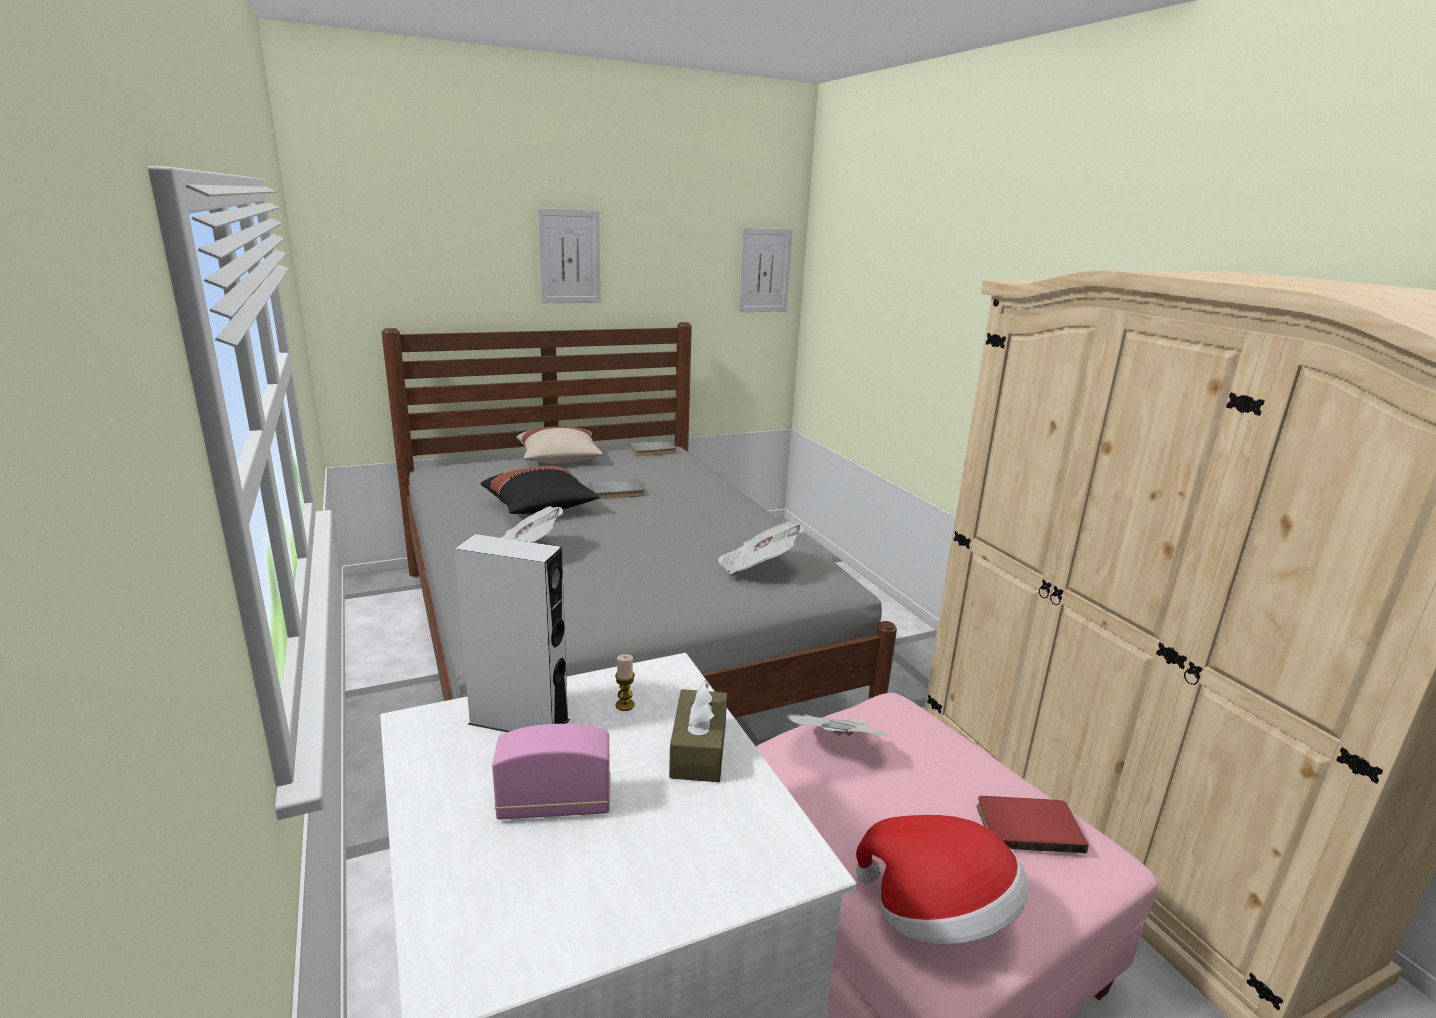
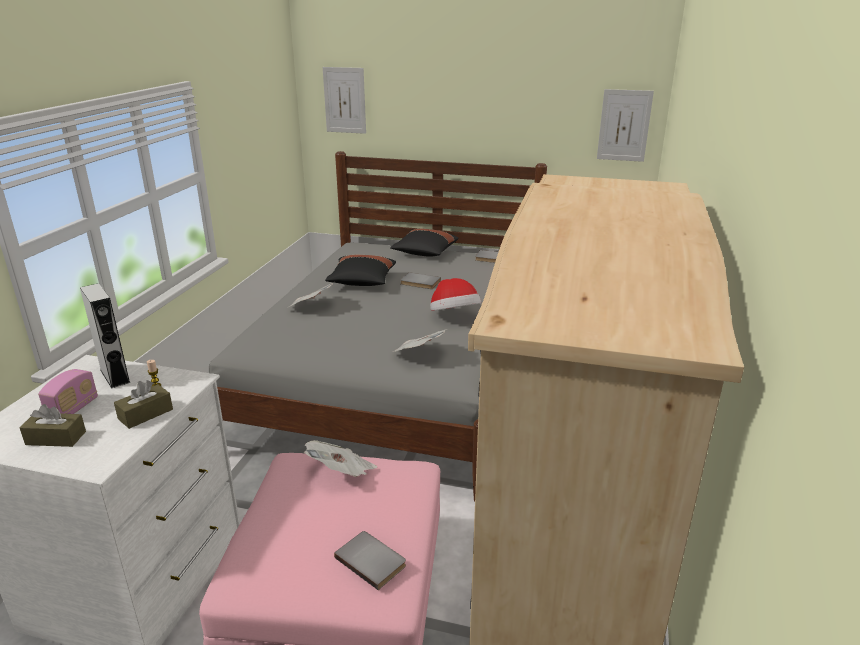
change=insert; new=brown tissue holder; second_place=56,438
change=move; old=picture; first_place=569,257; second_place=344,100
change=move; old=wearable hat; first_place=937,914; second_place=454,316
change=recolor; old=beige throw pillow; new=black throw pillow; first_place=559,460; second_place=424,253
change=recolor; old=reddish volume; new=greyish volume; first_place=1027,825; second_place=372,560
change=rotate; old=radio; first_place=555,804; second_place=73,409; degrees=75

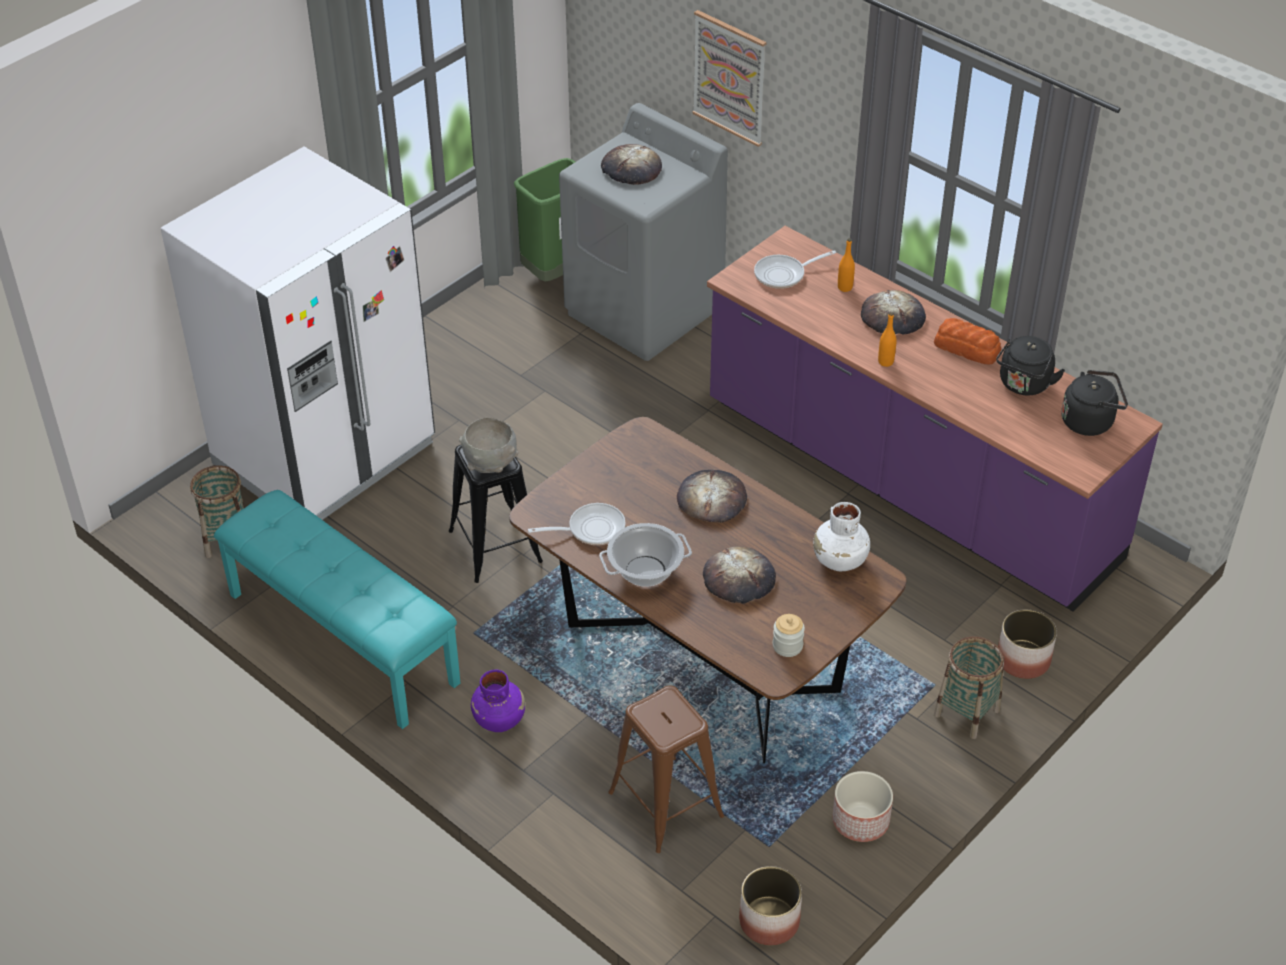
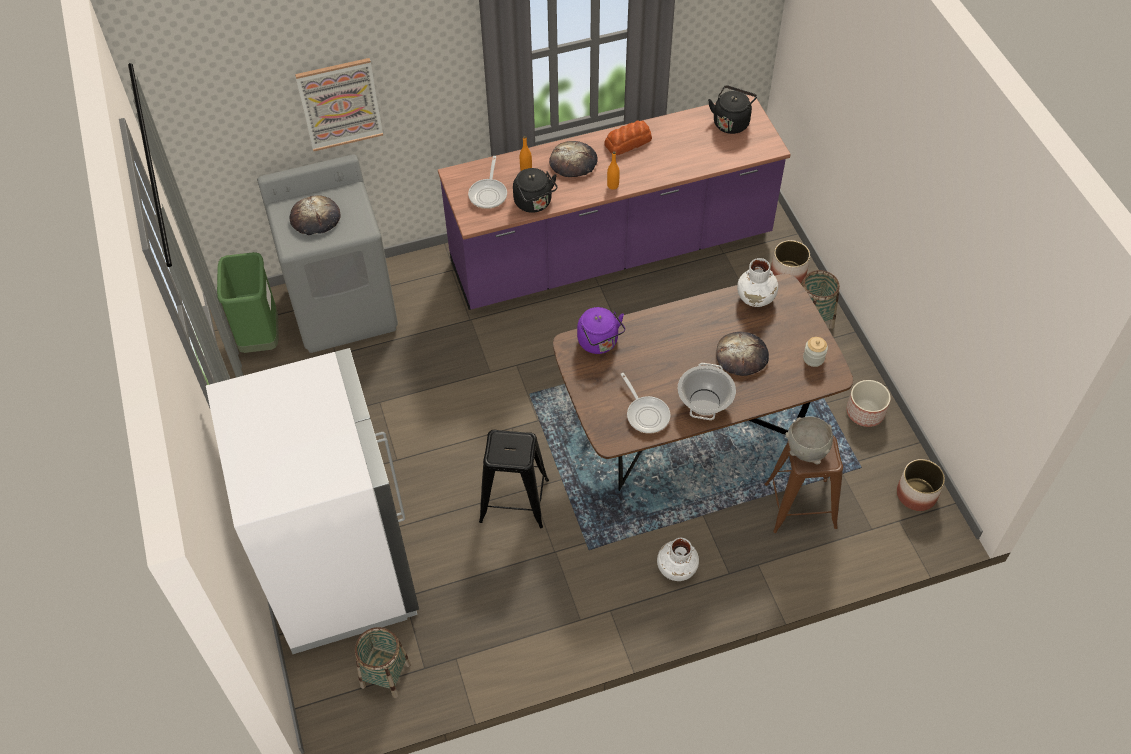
change=delete; old=turquoise-coloured bench; first_place=341,639
change=delete; old=bakery bread; first_place=712,499
change=insert; new=purplish water kettle; second_place=599,343
change=move; old=greyish deep dish; first_place=491,464; second_place=806,451
change=move; old=black water kettle; first_place=1023,385; second_place=534,203
change=recolor; old=purplish decorative vase; new=white-coloured decorative vase; first_place=499,719; second_place=676,568
change=rotate; old=frying pan; first_place=591,529; second_place=646,414; degrees=135

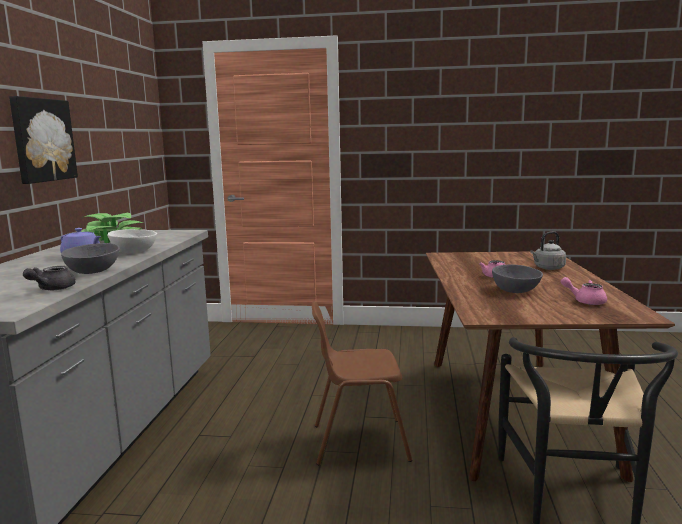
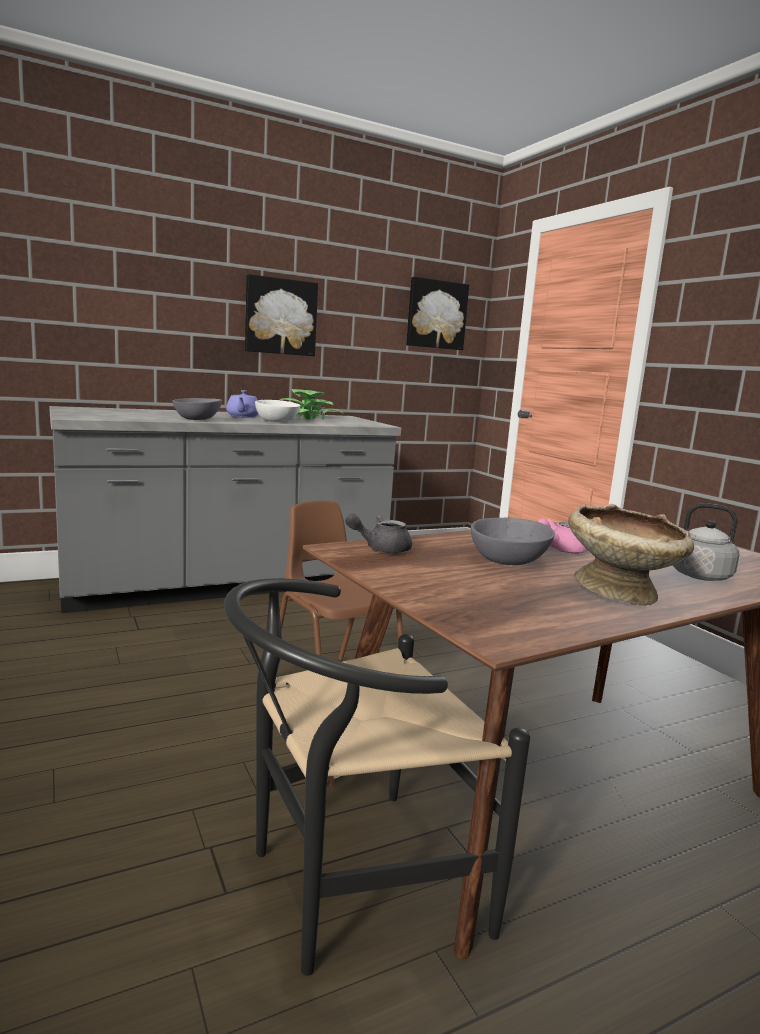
change=delete; old=pink pot for tea; first_place=585,301
change=insert; new=picture; second_place=436,314
change=insert; new=beige deep dish; second_place=620,592
change=move; old=greyish pot for tea; first_place=51,289; second_place=381,548

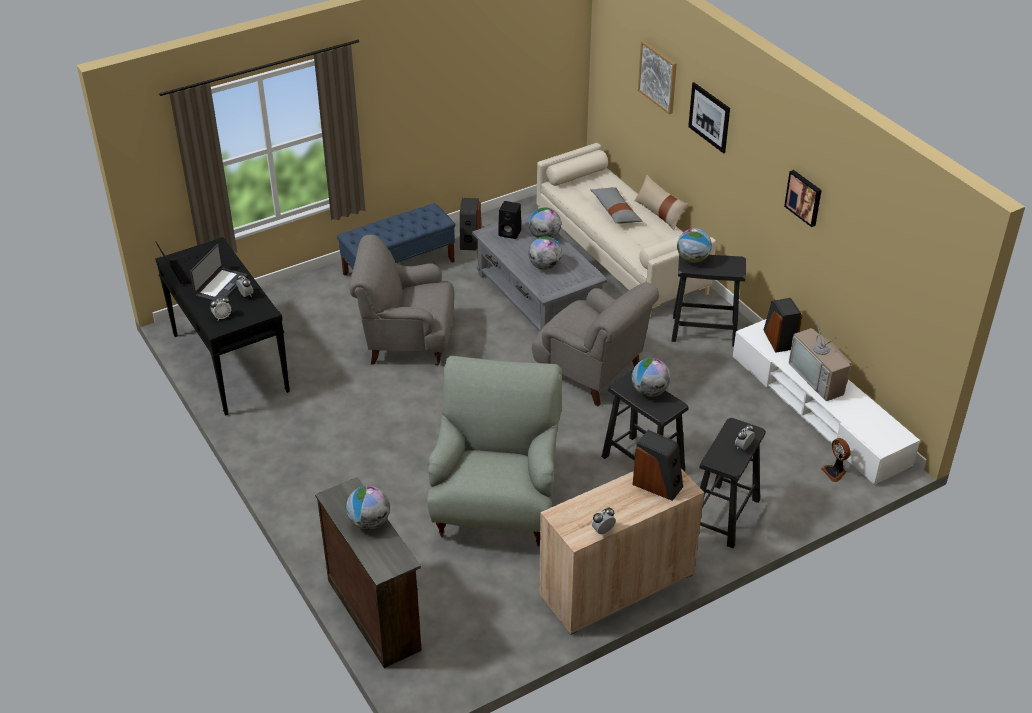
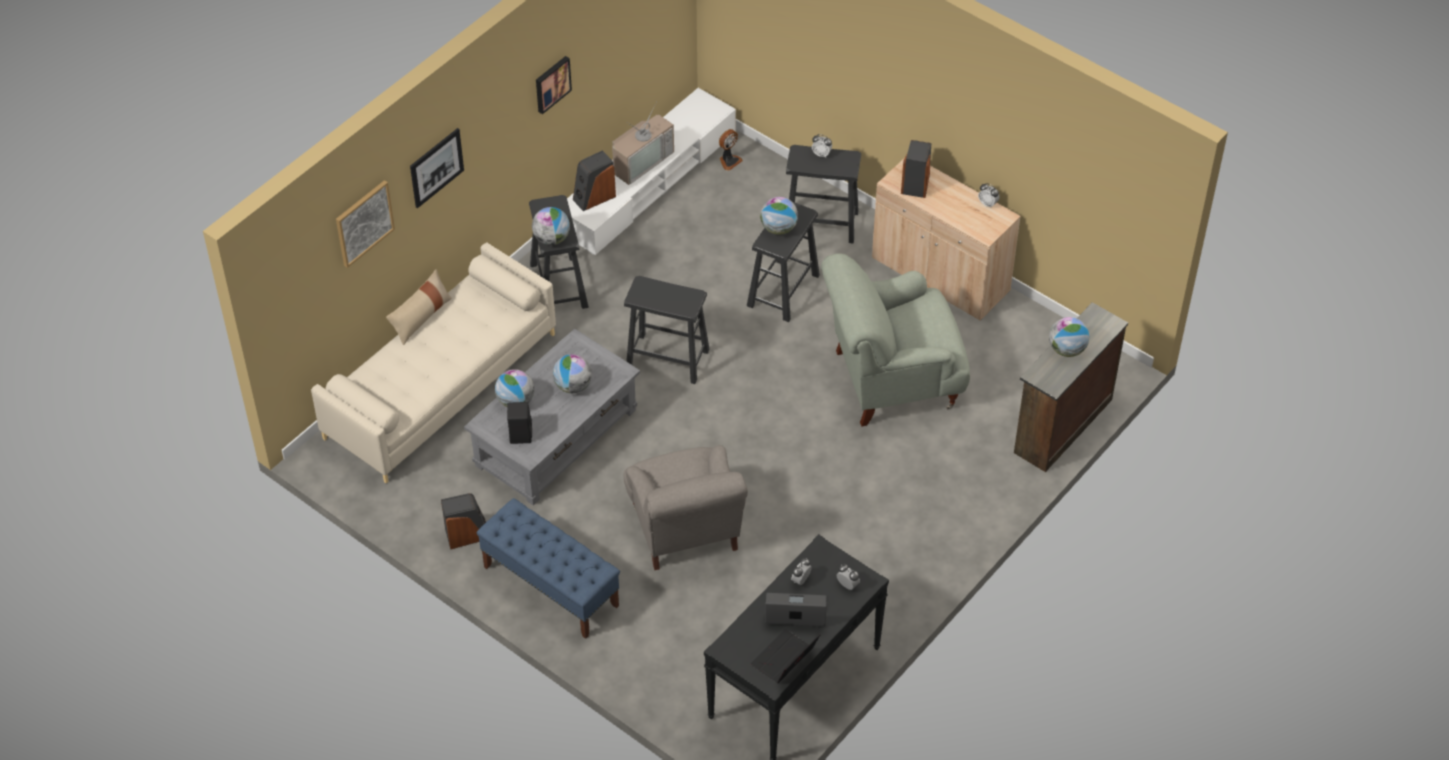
change=delete; old=greyish throw pillow; first_place=615,211
change=replace; old=greyish easy chair; new=black stool seat; first_place=592,373; second_place=668,358

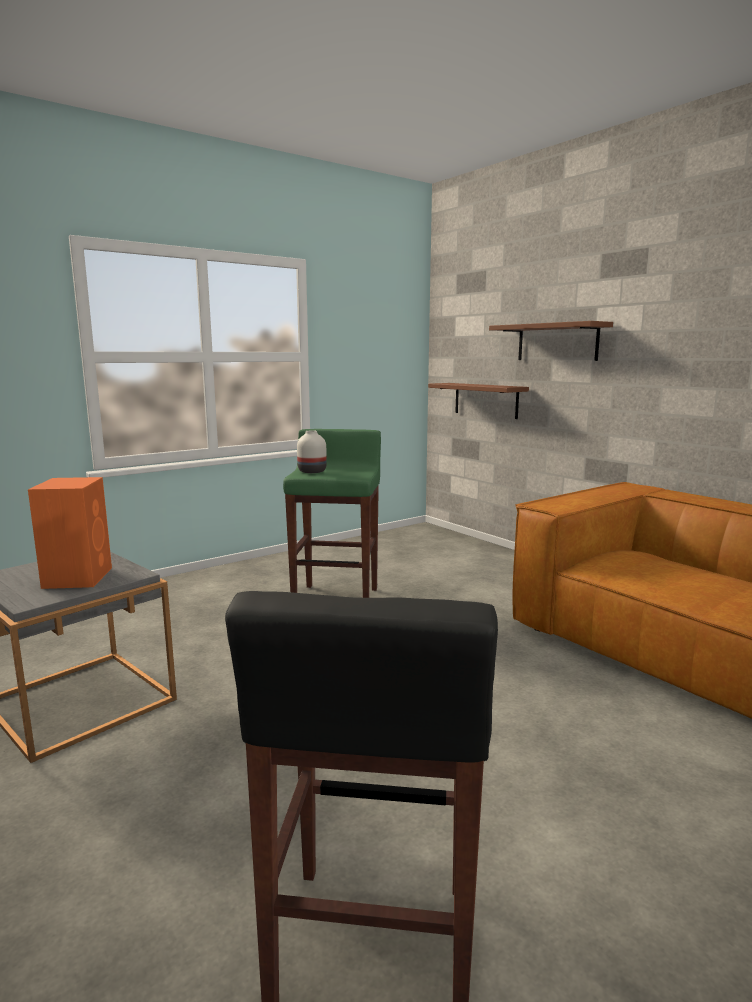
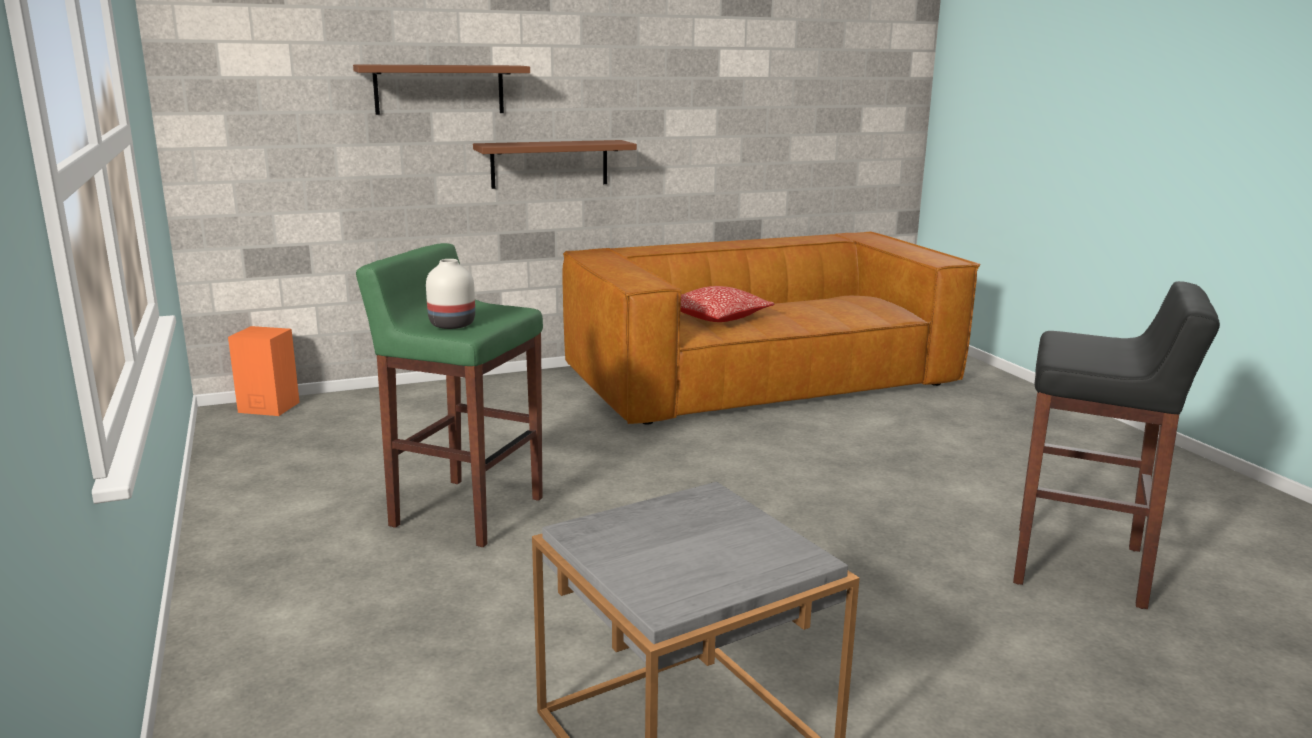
change=insert; new=throw pillow; second_place=716,317
change=move; old=orange-coloured loudspeaker; first_place=78,577; second_place=267,407
change=move; old=brown bracket shelf; first_place=486,400; second_place=549,164

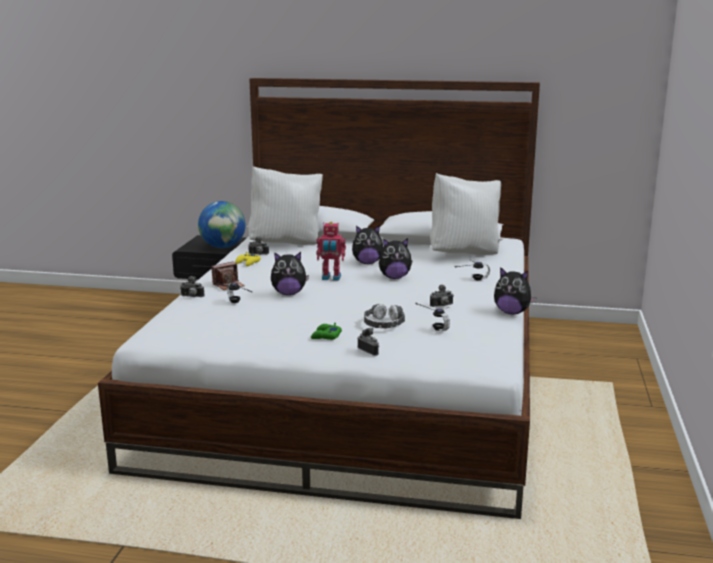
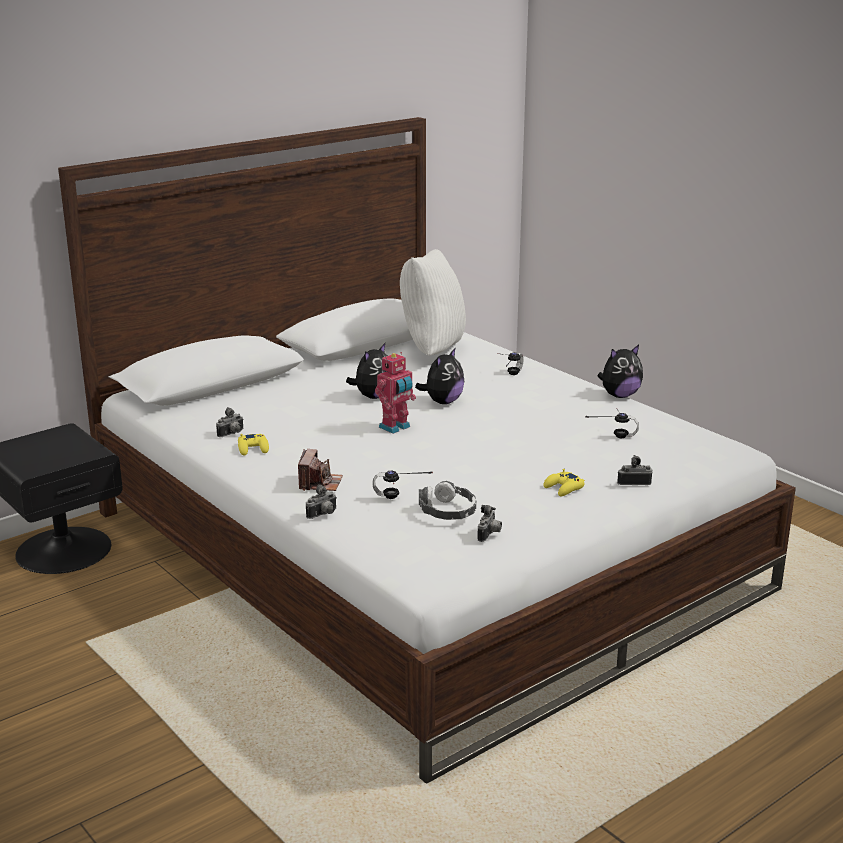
change=delete; old=globe; first_place=223,247
change=delete; old=white-coloured throw pillow; first_place=286,243
change=delete; old=plush toy; first_place=289,293
change=move; old=headphones; first_place=384,324; second_place=447,511
change=move; old=still camera; first_place=442,306; second_place=489,535
change=recolor; old=green gamepad; new=yellow gamepad; first_place=326,336; second_place=564,488

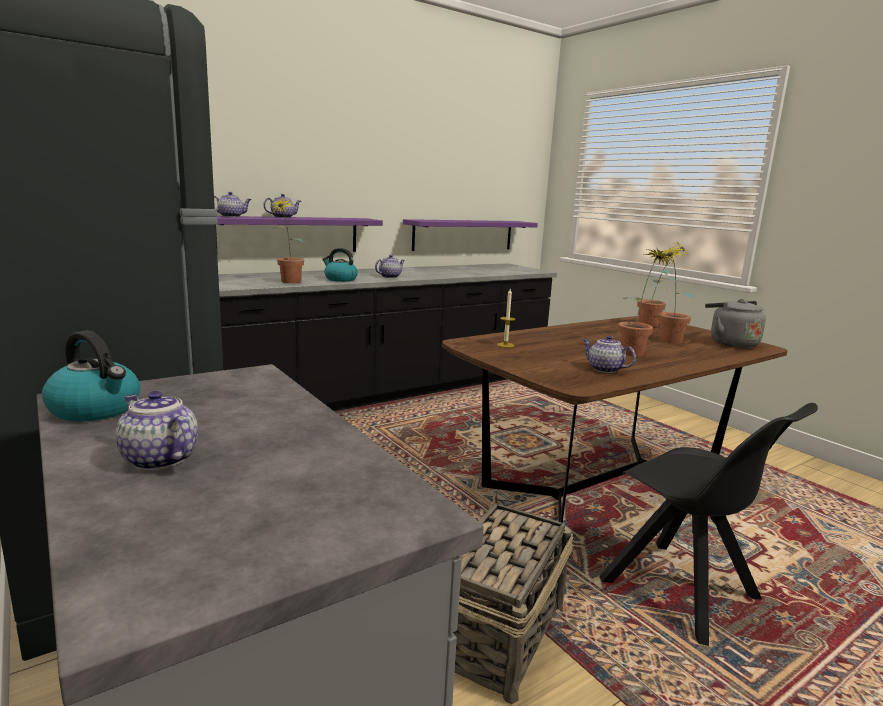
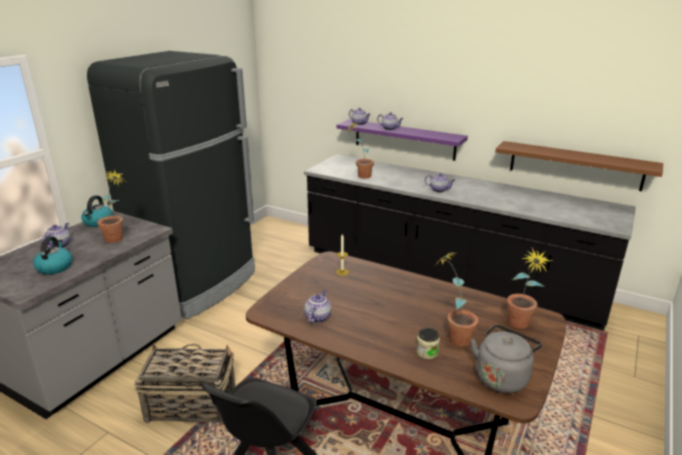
change=insert; new=storage jar; second_place=427,352
change=move; old=water kettle; first_place=340,279; second_place=55,267
change=move; old=potted plant; first_place=636,352; second_place=118,240
change=recolor; old=purplish bracket shelf; new=brown bracket shelf; first_place=463,235; second_place=575,165

